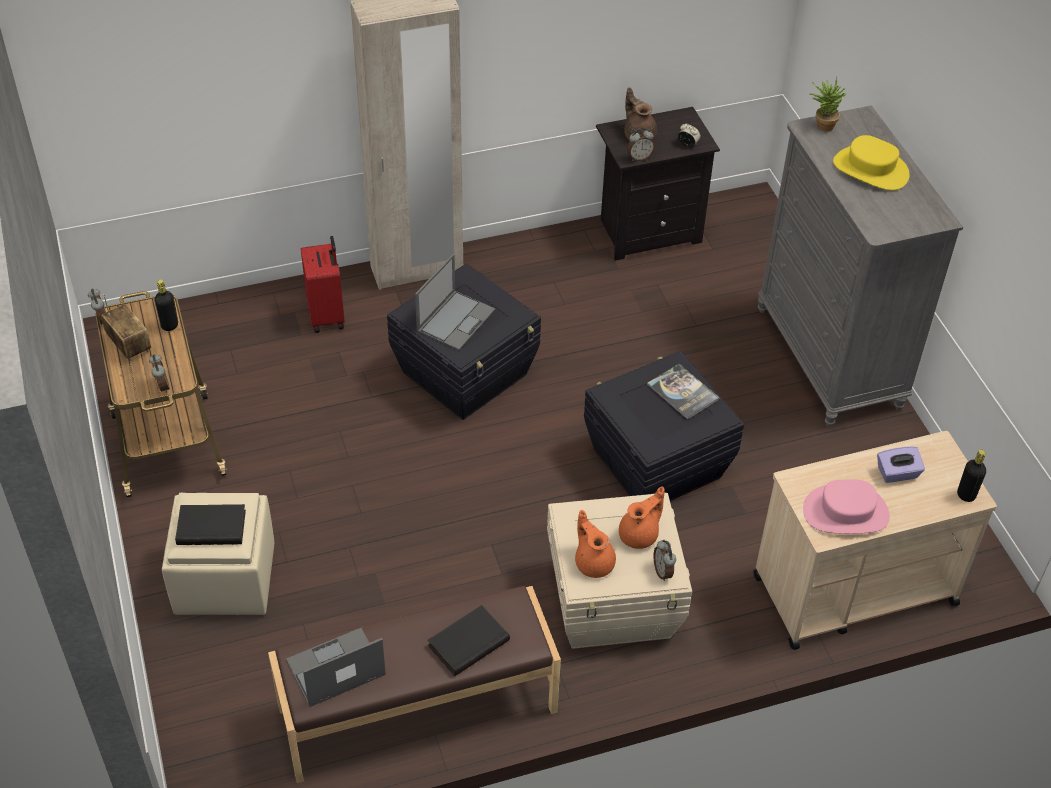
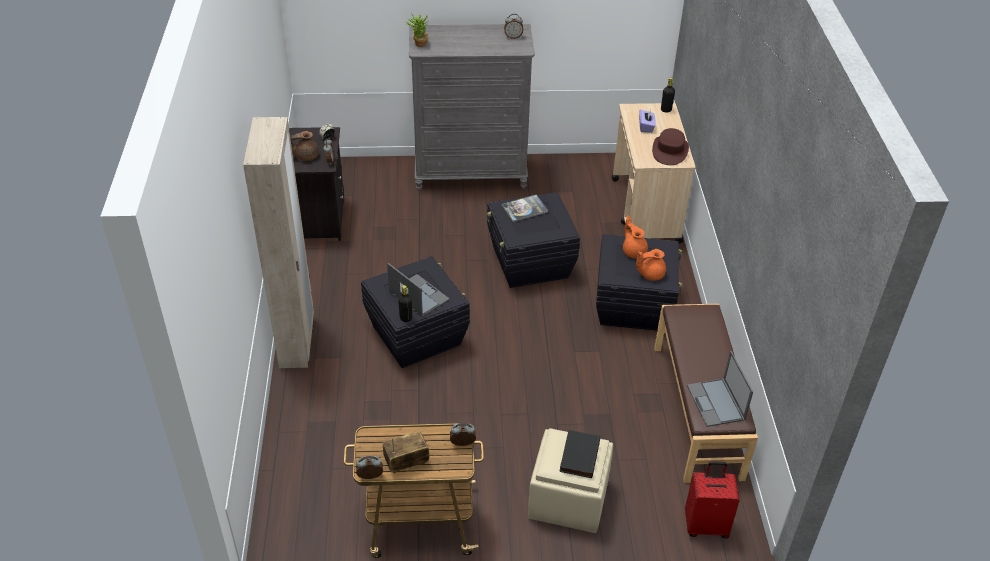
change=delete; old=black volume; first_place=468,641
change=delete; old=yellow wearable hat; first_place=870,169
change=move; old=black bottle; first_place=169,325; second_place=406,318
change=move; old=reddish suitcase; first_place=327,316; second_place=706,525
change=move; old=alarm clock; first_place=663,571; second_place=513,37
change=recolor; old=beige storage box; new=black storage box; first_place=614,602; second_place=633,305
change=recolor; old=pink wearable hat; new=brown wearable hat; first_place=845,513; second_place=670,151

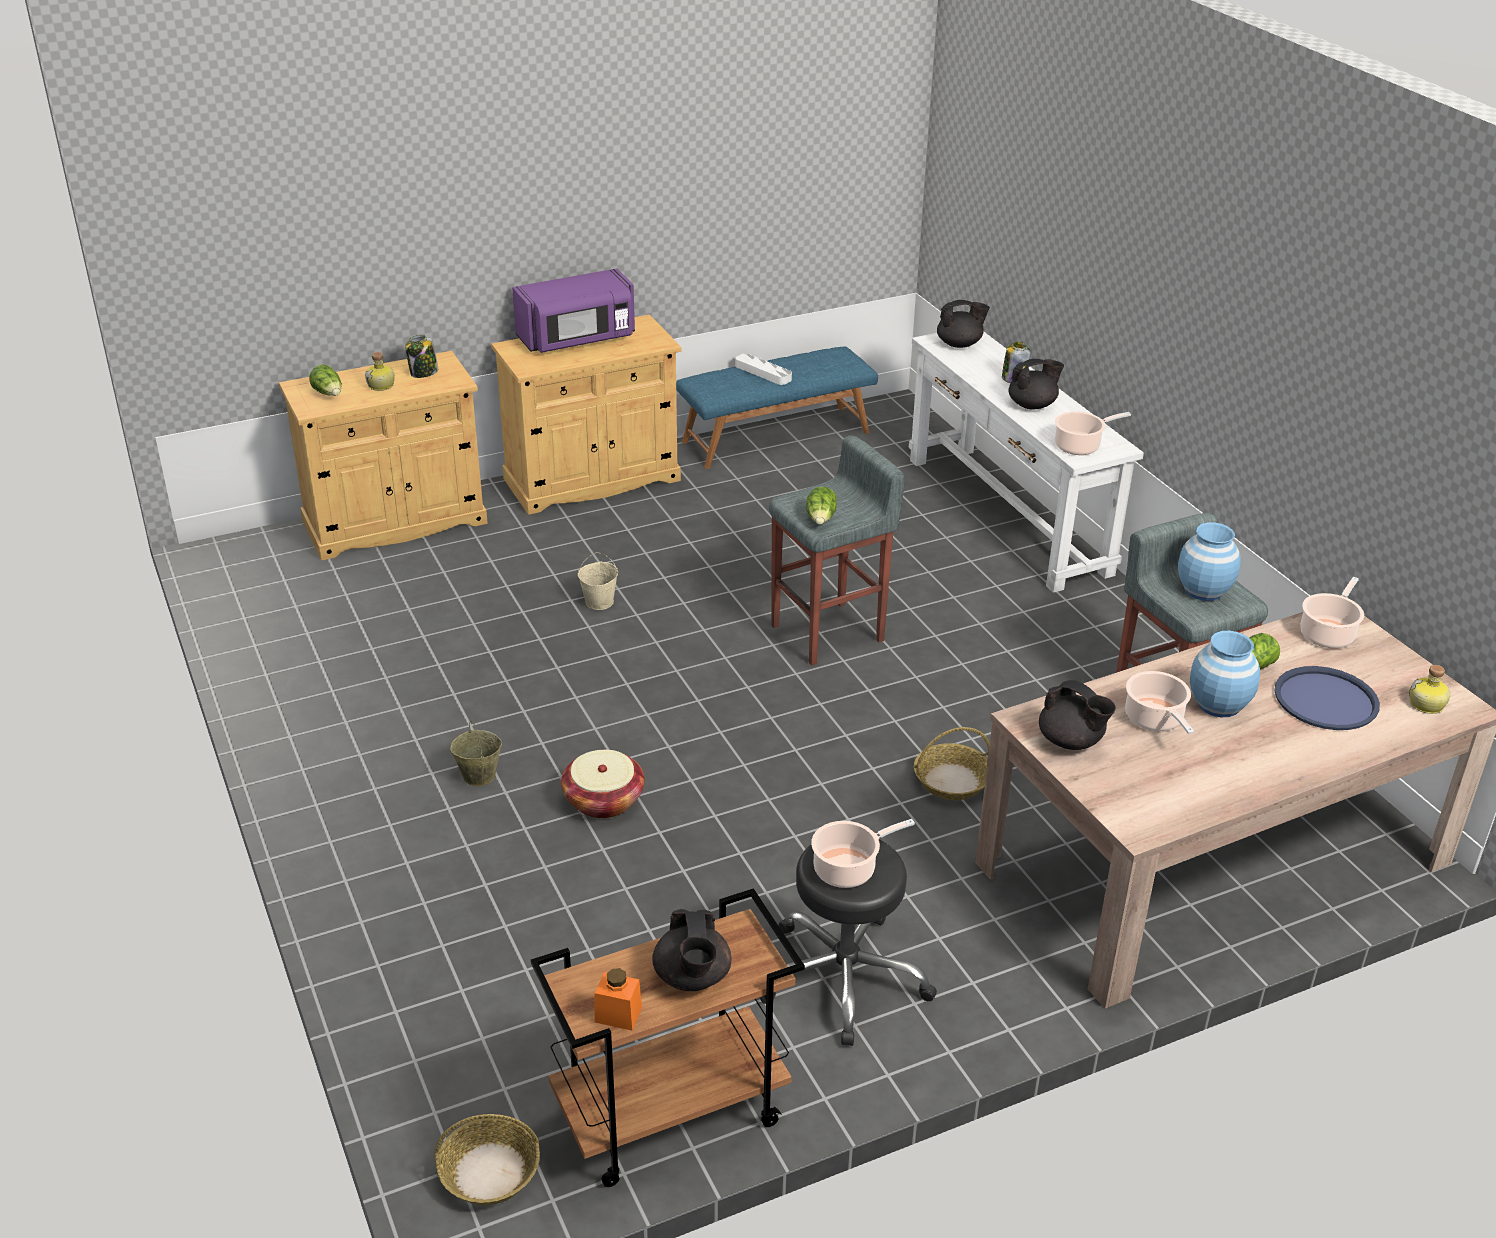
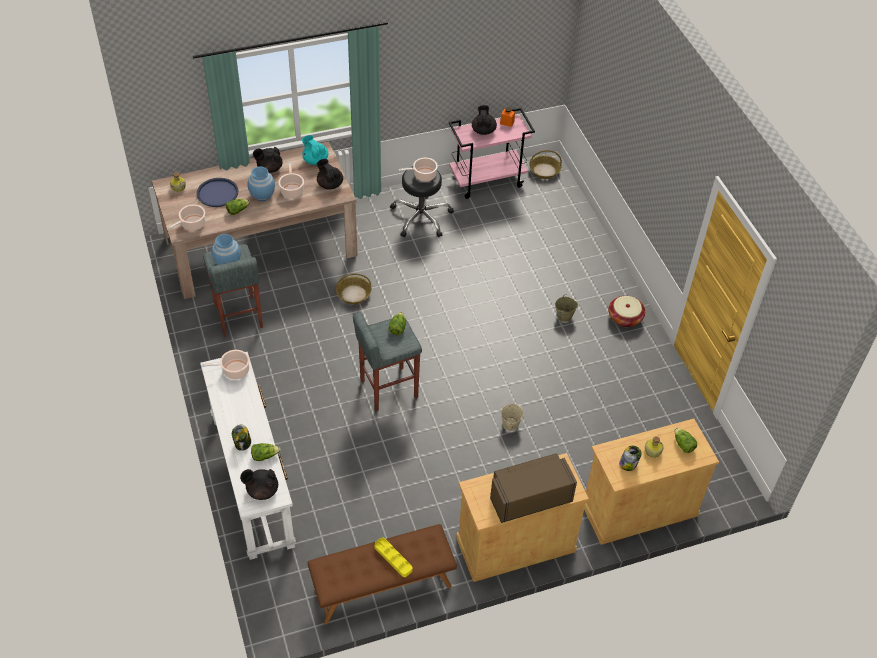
change=insert; new=lettuce head; second_place=264,455
change=insert; new=turquoise-coloured pot for tea; second_place=315,160
change=move; old=household basket; first_place=603,800; second_place=625,318
change=move; old=black pot for tea; first_place=1032,405; second_place=269,168
change=recolor; old=purplish kitchen microwave; new=brown kitchen microwave; first_place=577,339; second_place=529,498
change=recolor; old=brown cart; new=pink cart; first_place=669,1116; second_place=487,180
change=recolor; old=blue-coloured bench; new=brown bench; first_place=776,436; second_place=382,587
change=recolor; old=white-coloured carrying tray; new=yellow carrying tray; first_place=763,372; second_place=393,558

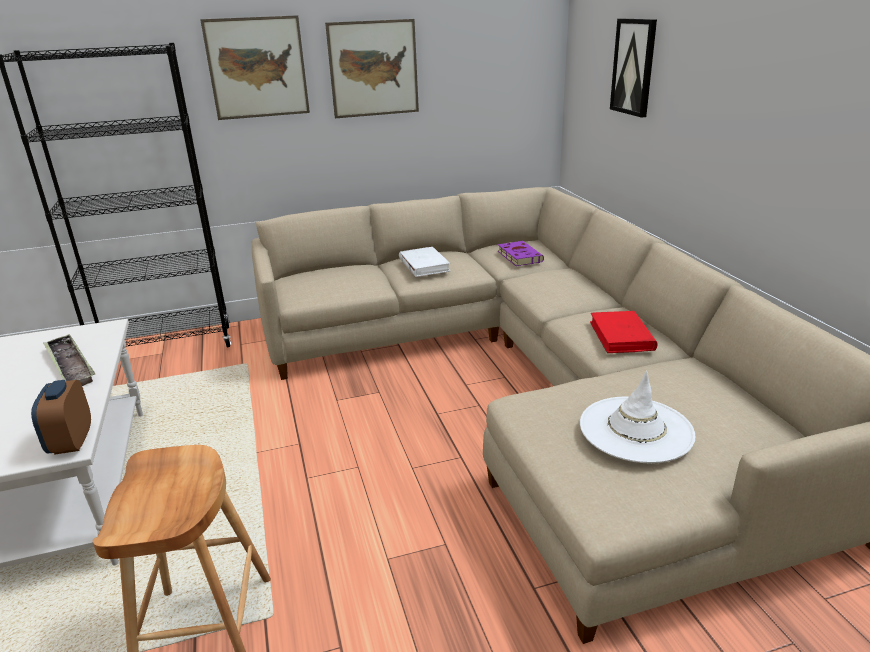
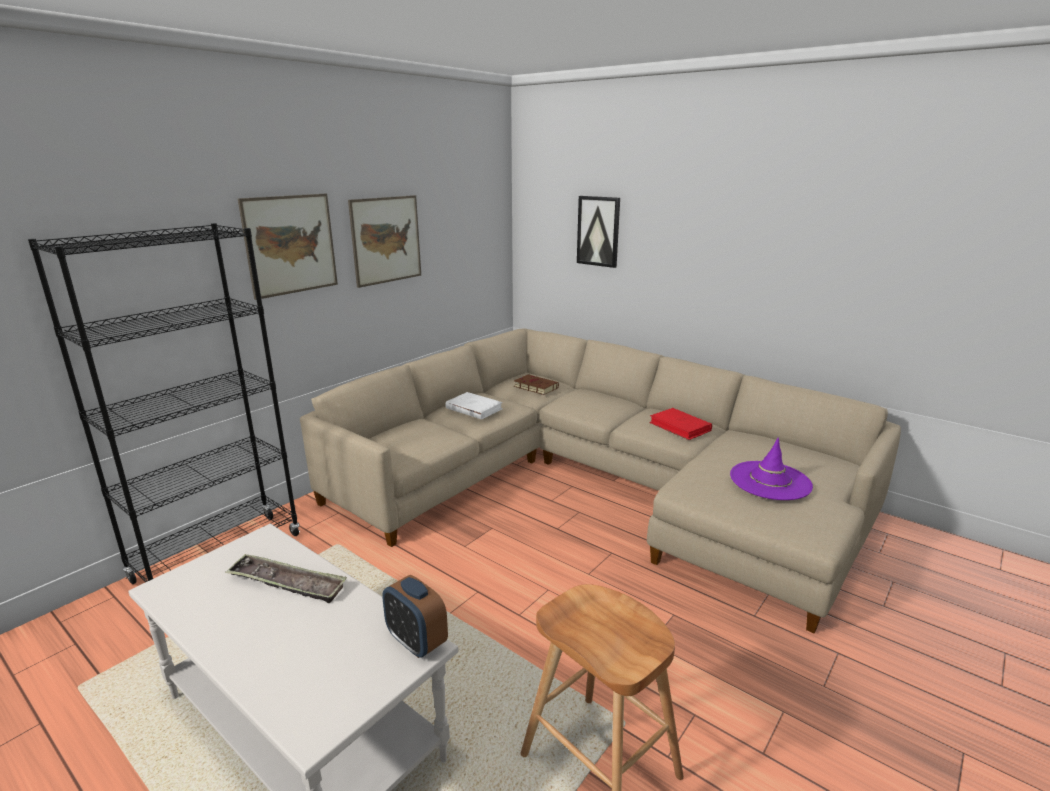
change=recolor; old=purplish volume; new=brown volume; first_place=518,256; second_place=534,387
change=recolor; old=white-coloured wearable hat; new=purplish wearable hat; first_place=635,429; second_place=770,481

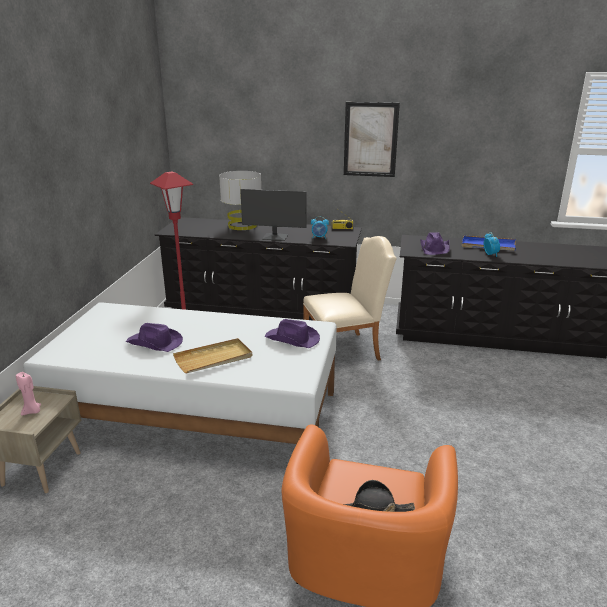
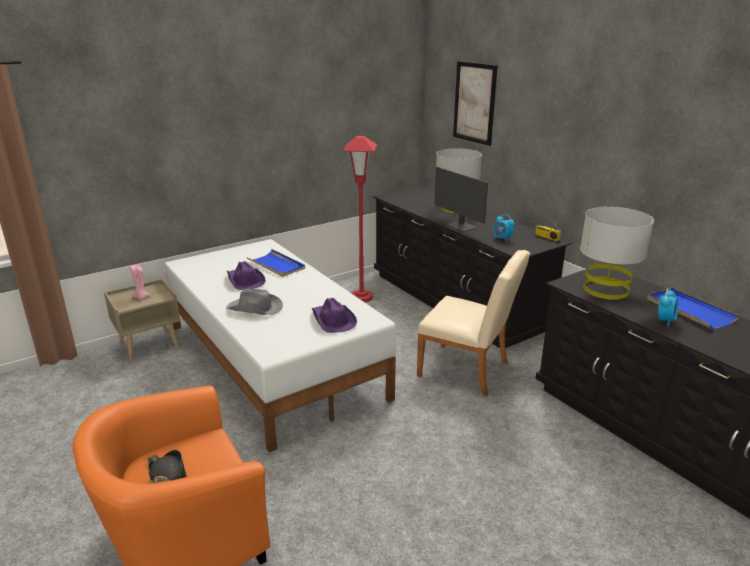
change=insert; new=blue-coloured carrying tray; second_place=276,265
change=move; old=picture; first_place=370,139; second_place=474,102
change=replace; old=beige carrying tray; new=greyish wearable hat; first_place=214,358; second_place=255,308
change=replace; old=purplish wearable hat; new=greyish tabletop lamp; first_place=435,248; second_place=606,289

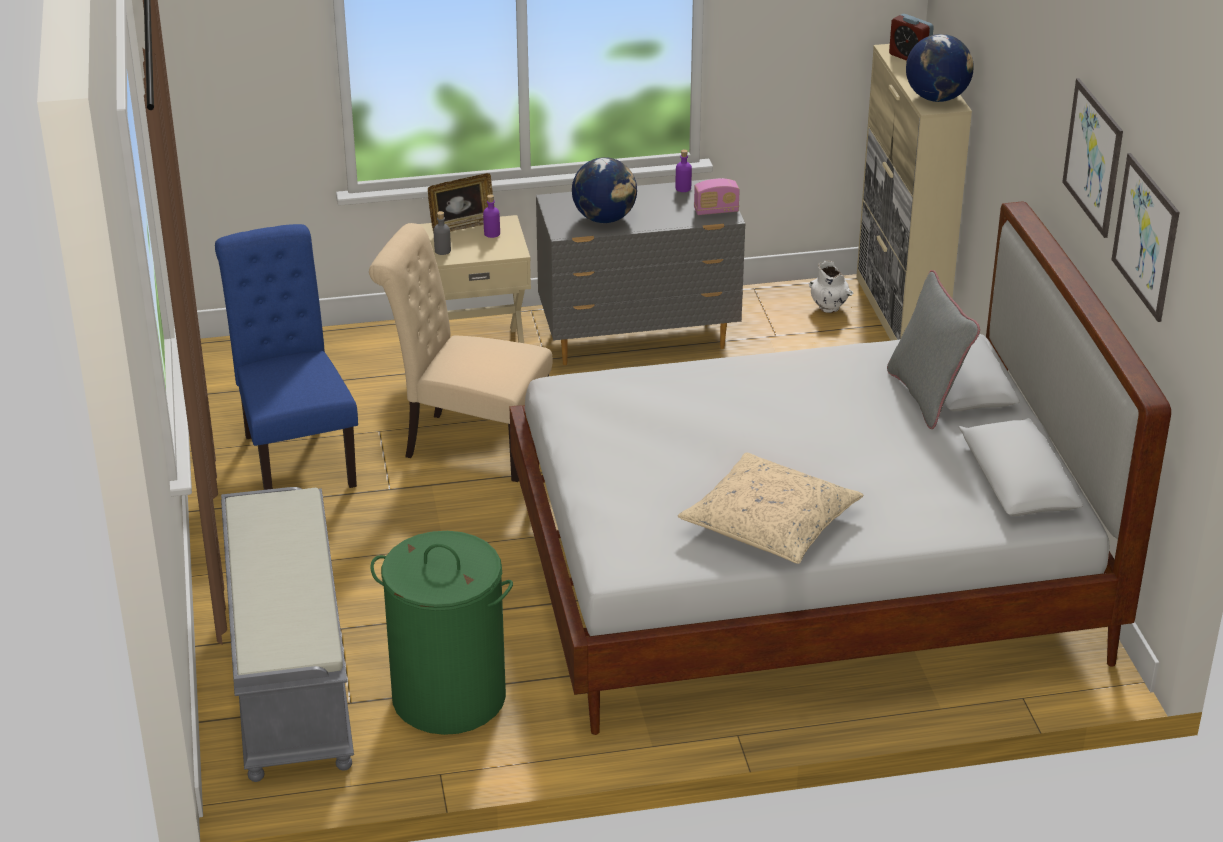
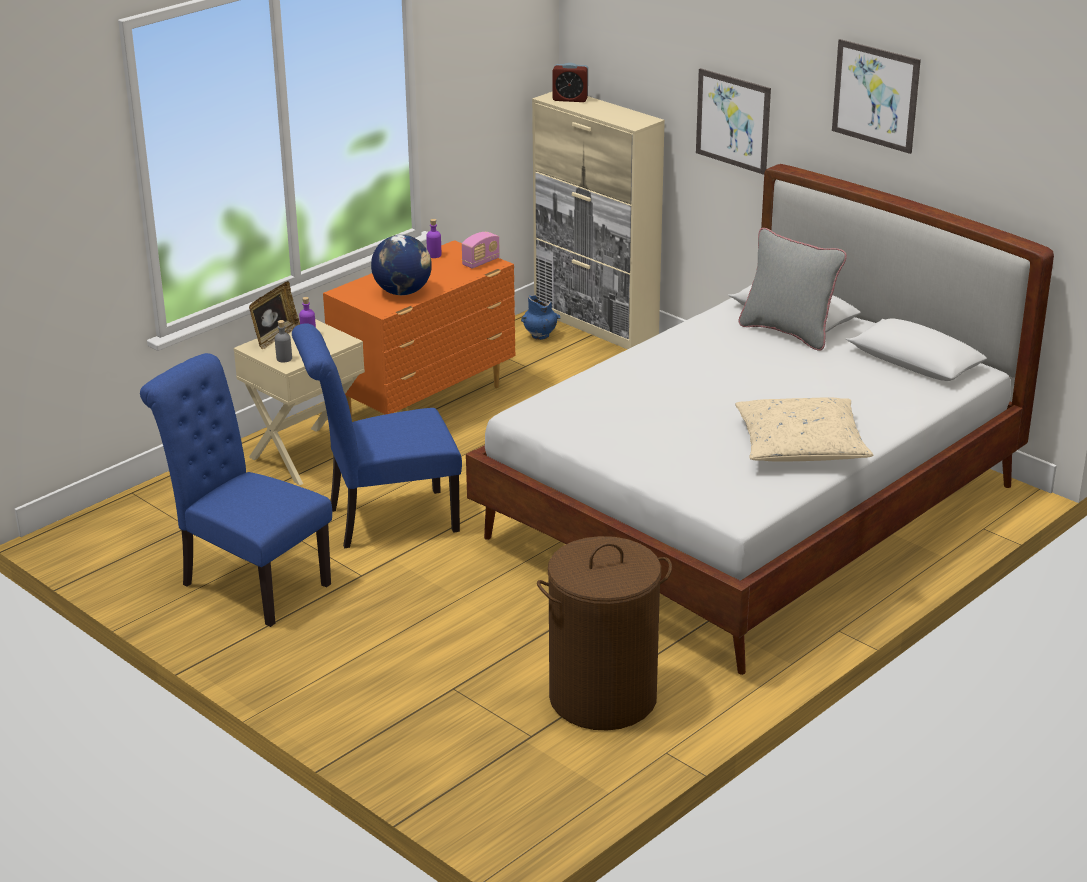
change=delete; old=greyish bench; first_place=288,674
change=delete; old=globe; first_place=937,98
change=move; old=picture; first_place=1145,236; second_place=733,121
change=recolor; old=beige chair; new=blue-coloured chair; first_place=467,444; second_place=384,520
change=recolor; old=green hamper; new=brown hamper; first_place=448,697; second_place=602,698
change=recolor; old=greyish dresser; new=orange-coloured dresser; first_place=640,340; second_place=426,402
change=recolor; old=white-coloured decorative vase; new=blue-coloured decorative vase; first_place=829,308; second_place=540,336

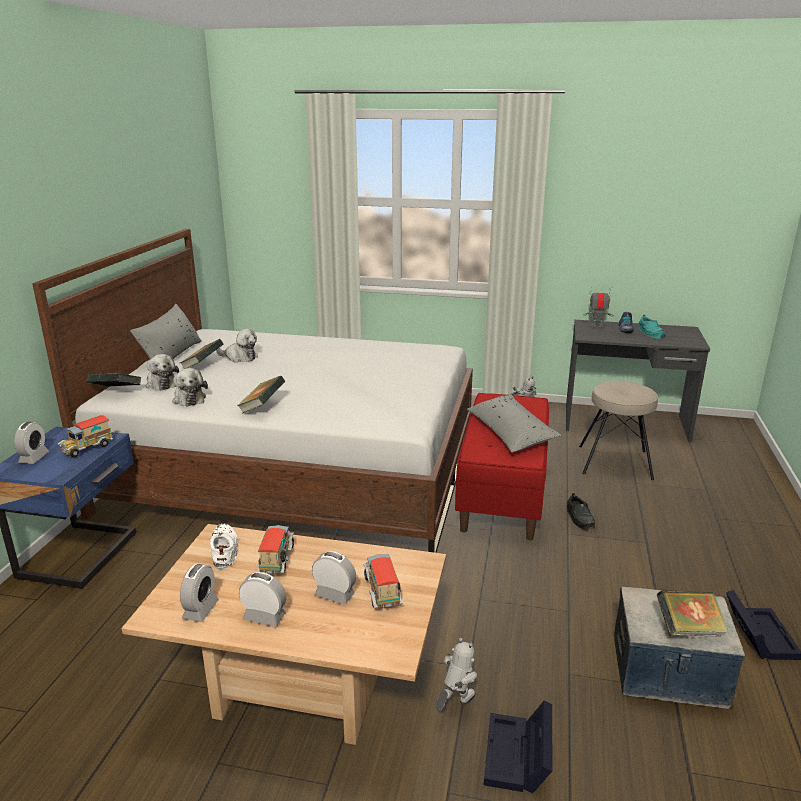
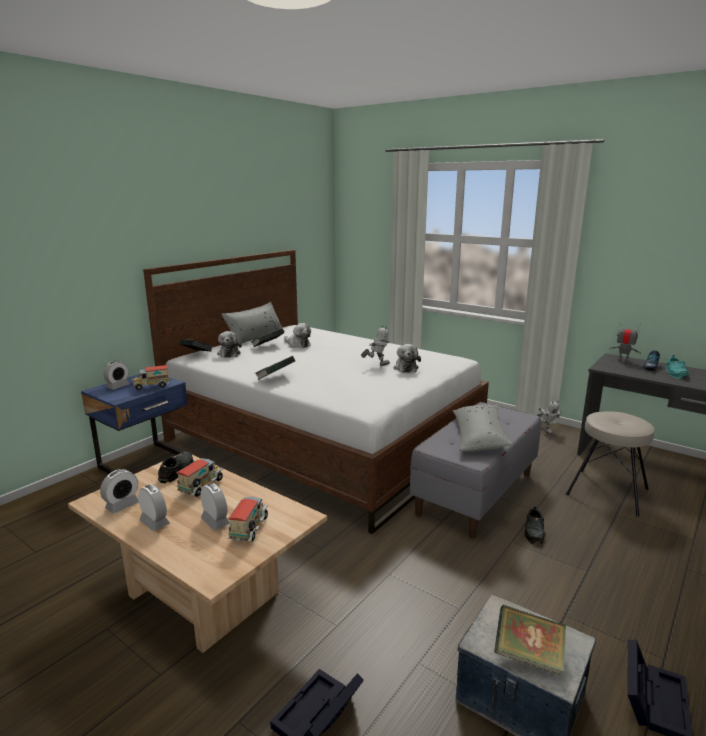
change=move; old=plush toy; first_place=189,398; second_place=405,368
change=move; old=robot figure; first_place=455,705; second_place=376,365
change=recolor; old=white-coloured shoe; new=black shoe; first_place=224,549; second_place=177,470
change=recolor; old=reddish bench; new=greyish bench; first_place=502,493; second_place=475,493

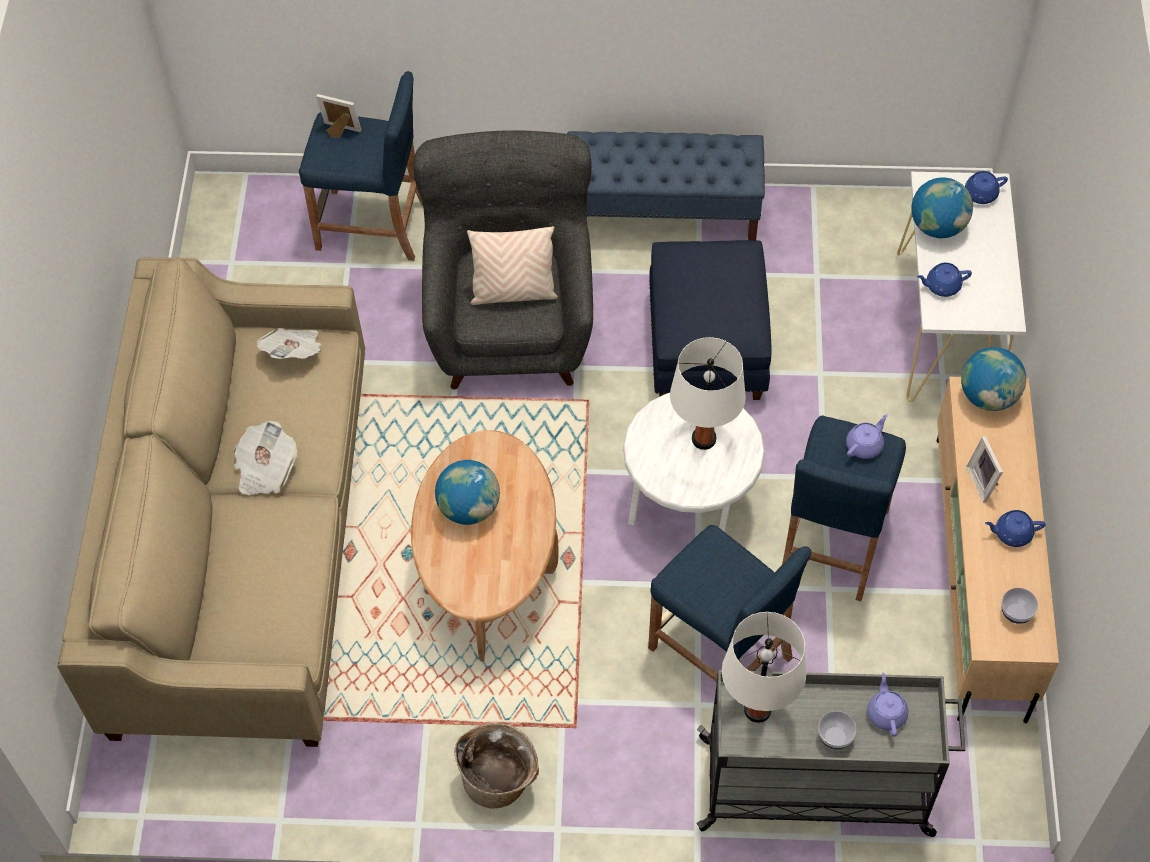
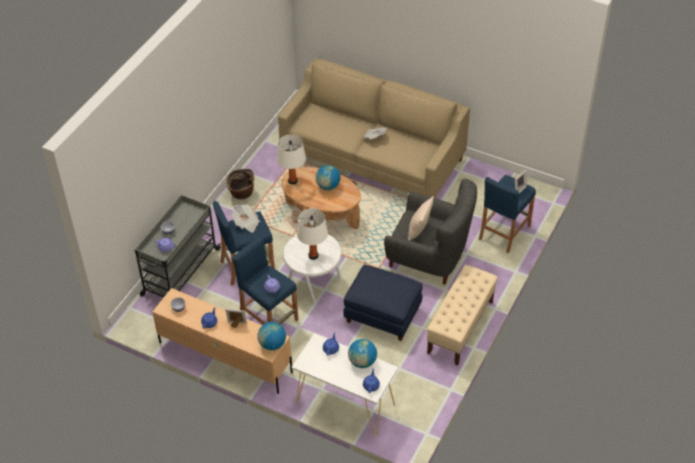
change=move; old=daily paper; first_place=294,352; second_place=246,223
change=move; old=white-coloured tabletop lamp; first_place=757,710; second_place=292,181
change=recolor; old=blue-coloured bench; new=beige bench; first_place=663,216; second_place=460,327

